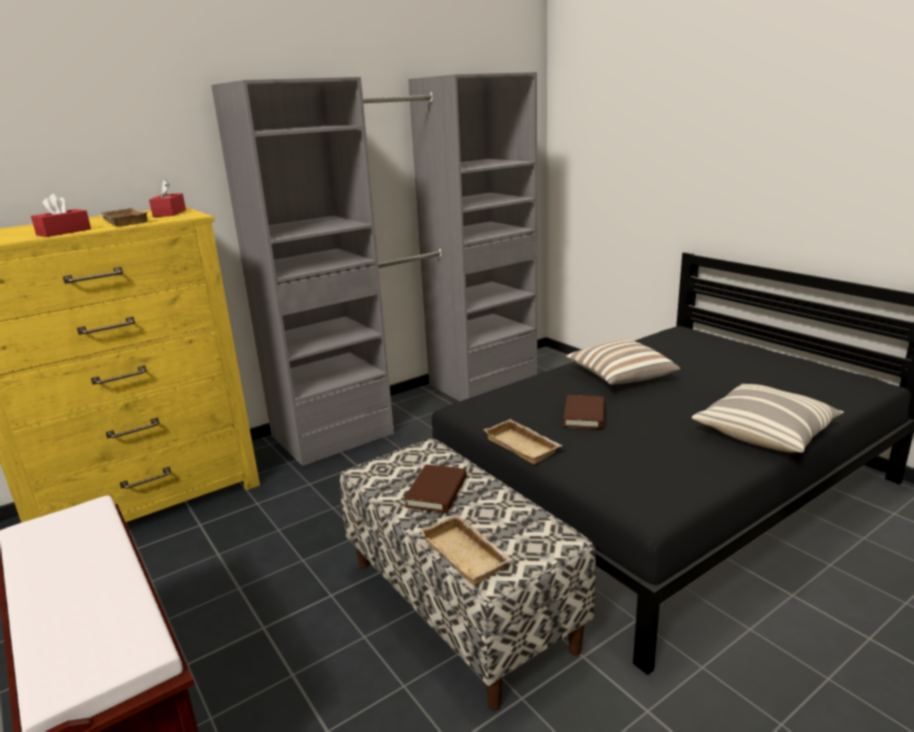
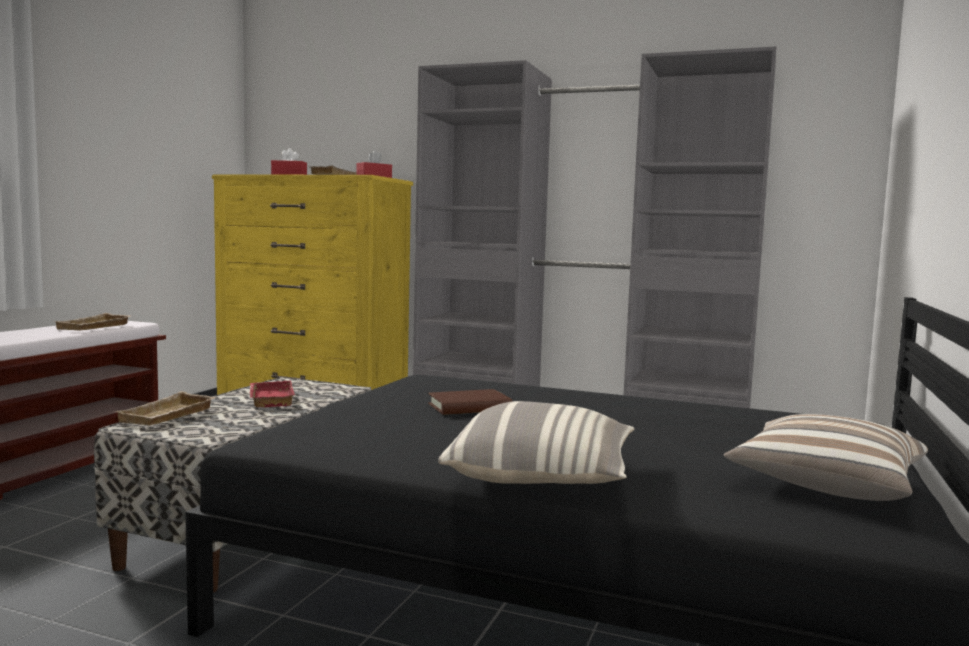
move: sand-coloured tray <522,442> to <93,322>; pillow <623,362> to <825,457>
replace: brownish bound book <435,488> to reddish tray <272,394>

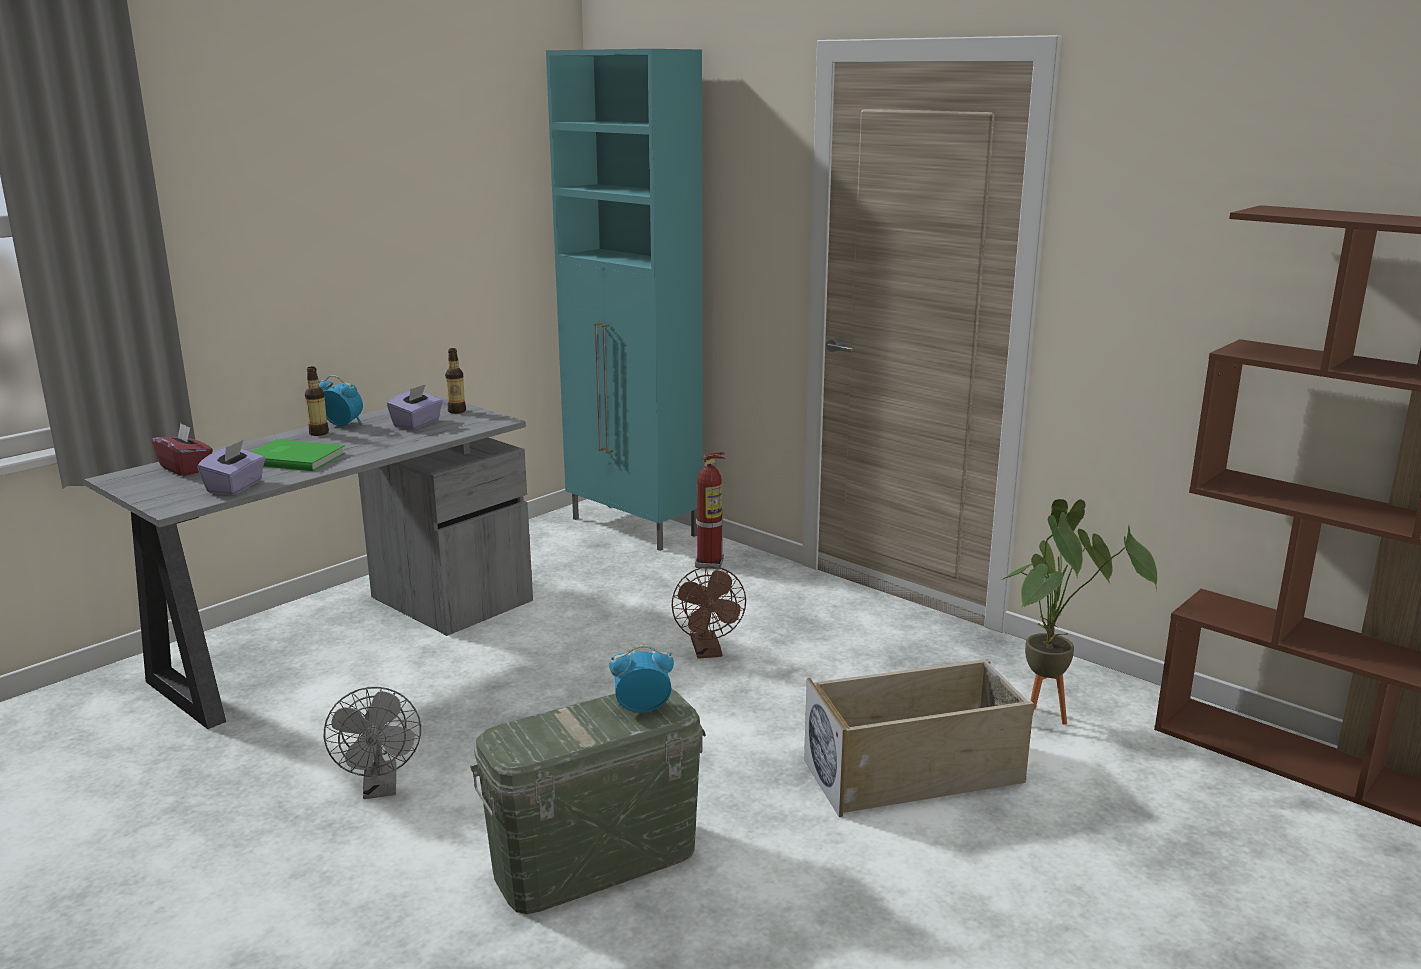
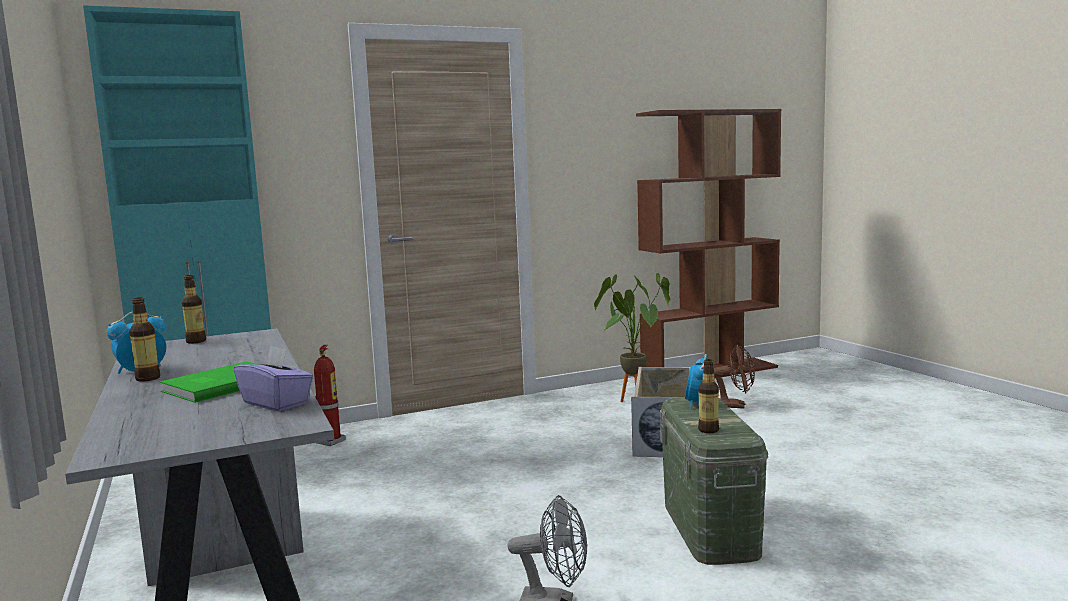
delete: reddish tissue box <182,449>; purple-coloured tissue box <415,407>
insert: bottle <708,396>
move: brownish fan <709,612> to <734,376>

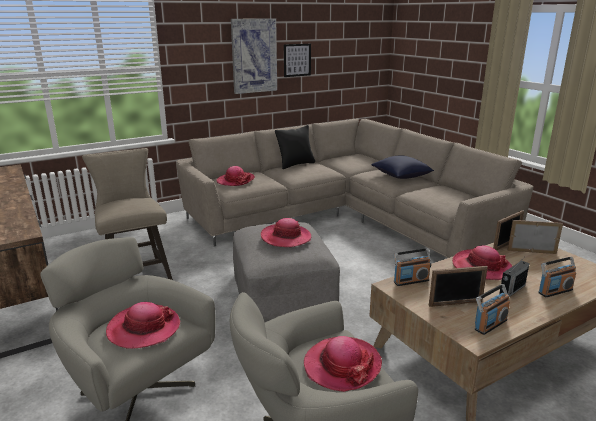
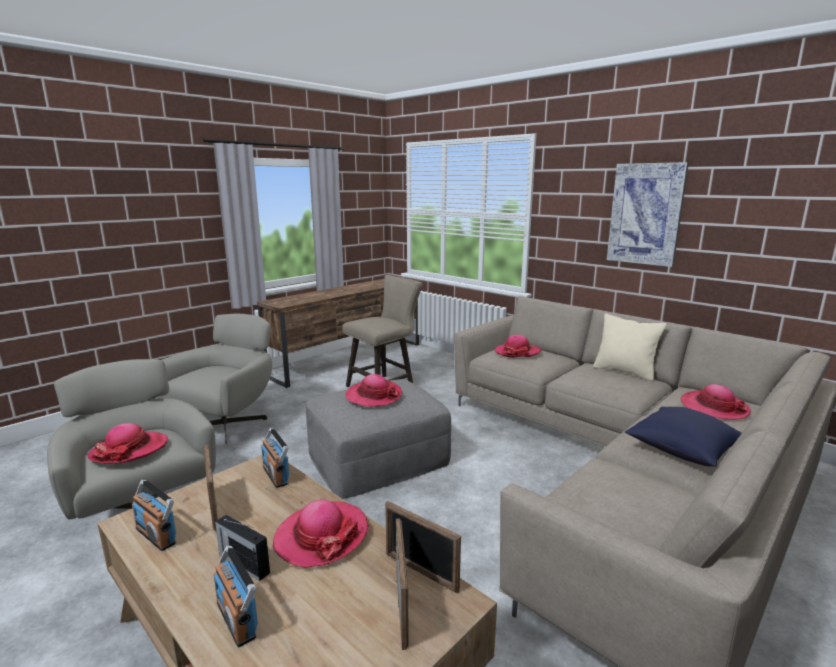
delete: wall art <297,60>
move: clothing hat <143,325> to <716,402>
recolor: black pillow <295,147> to sand-coloured pillow <630,347>

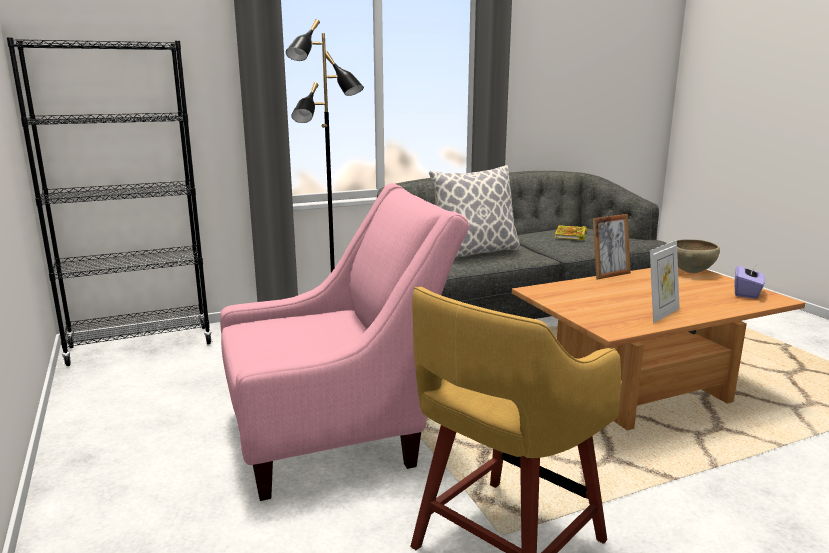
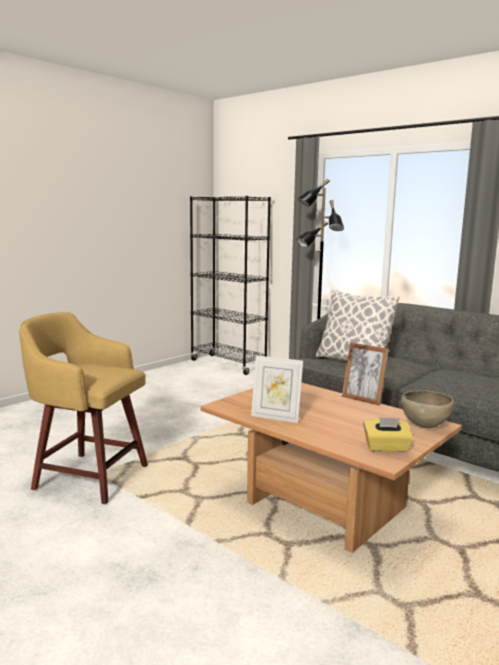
delete: pink lounge chair <345,342>; bound book <571,232>
recolor: purple-coloured tissue box <750,280> to yellow tissue box <388,435>

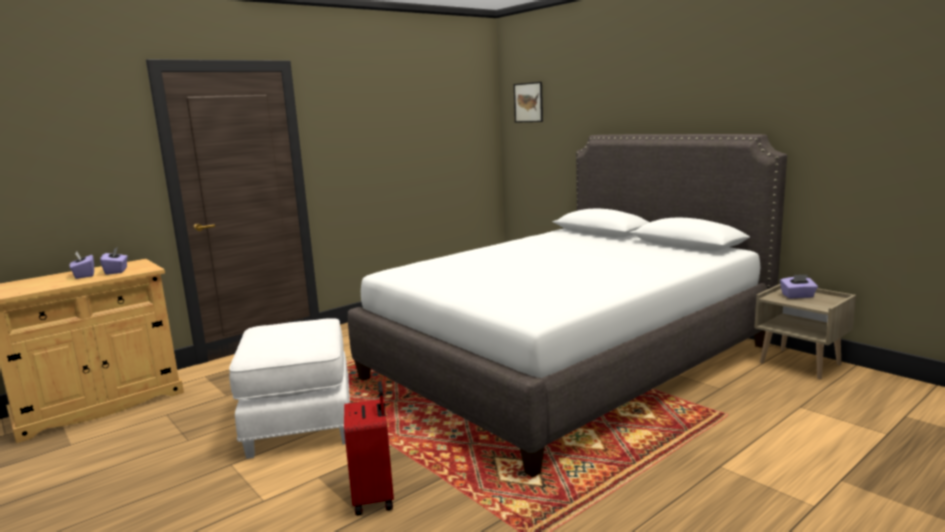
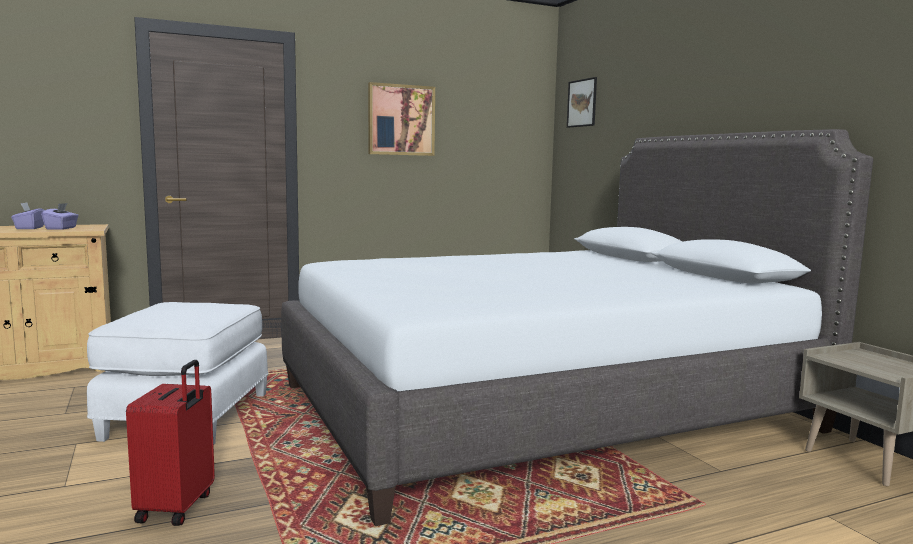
delete: purple-coloured tissue box <799,286>
insert: wall art <401,119>

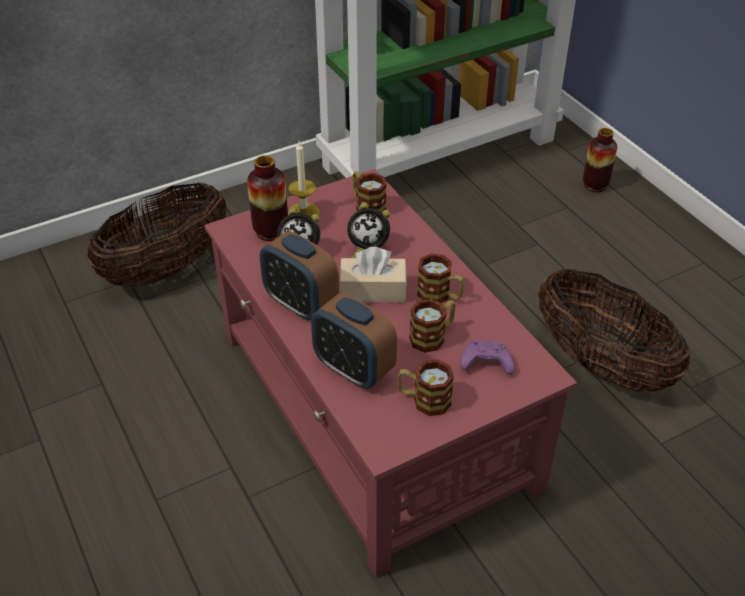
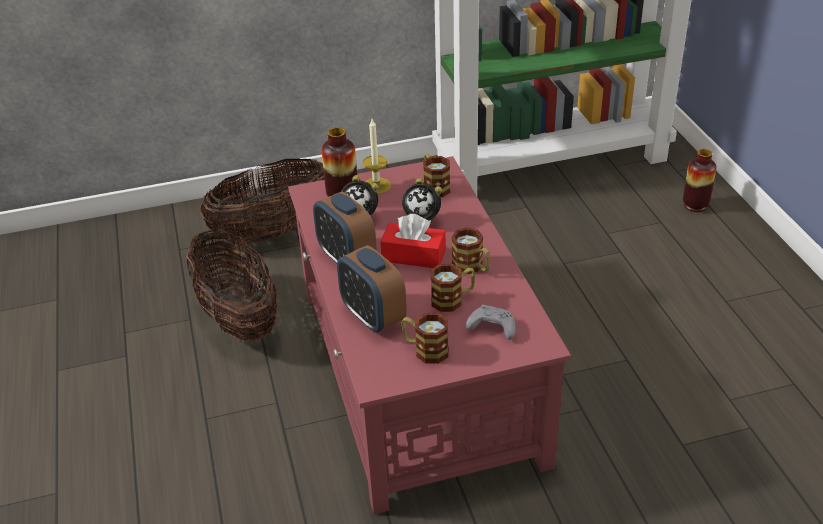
move: household basket <614,330> to <232,285>
recolor: sand-coloured tissue box <373,274> to reddish tissue box <413,241>; purple-coloured gamepad <487,357> to greyish gamepad <491,322>

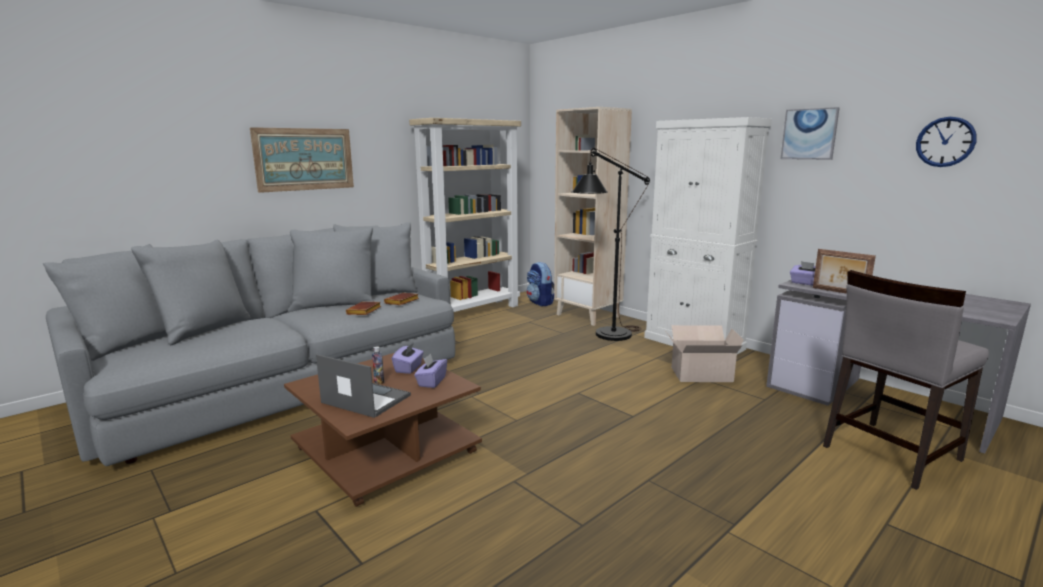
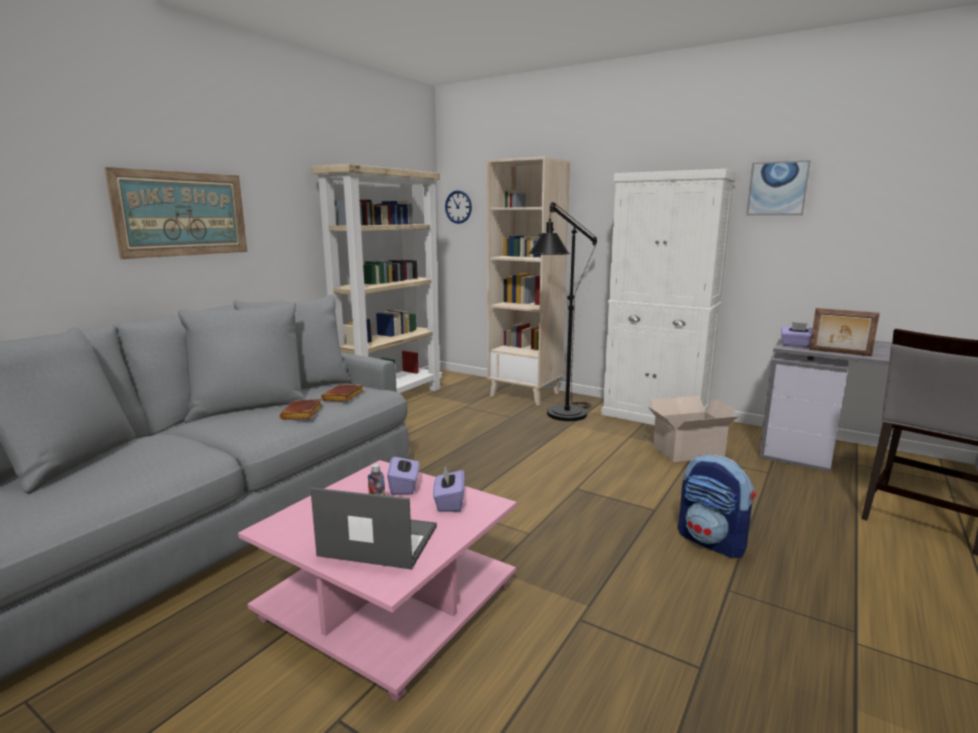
move: rucksack <540,284> to <717,506>; clock on the wall <946,142> to <458,207>
recolor: brownish low table <383,430> to pink low table <377,580>

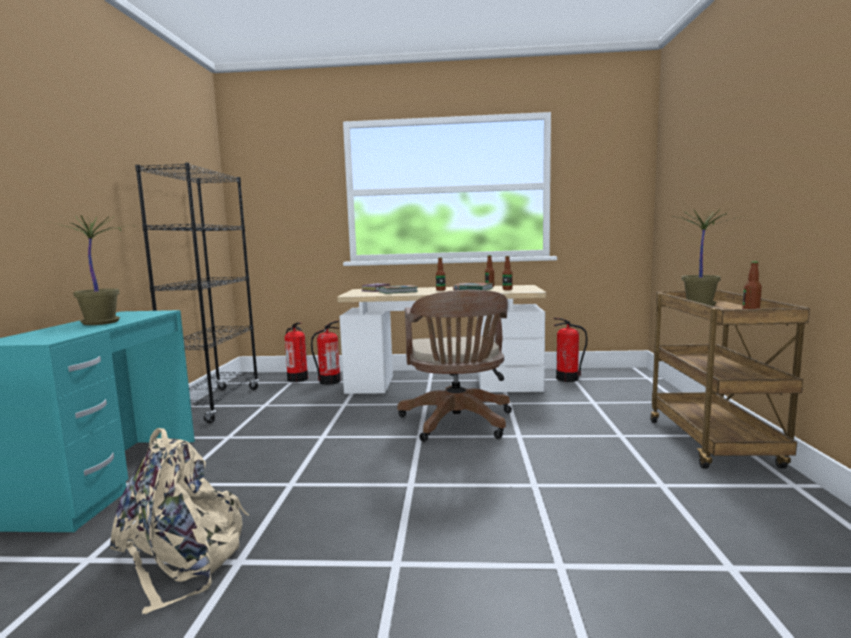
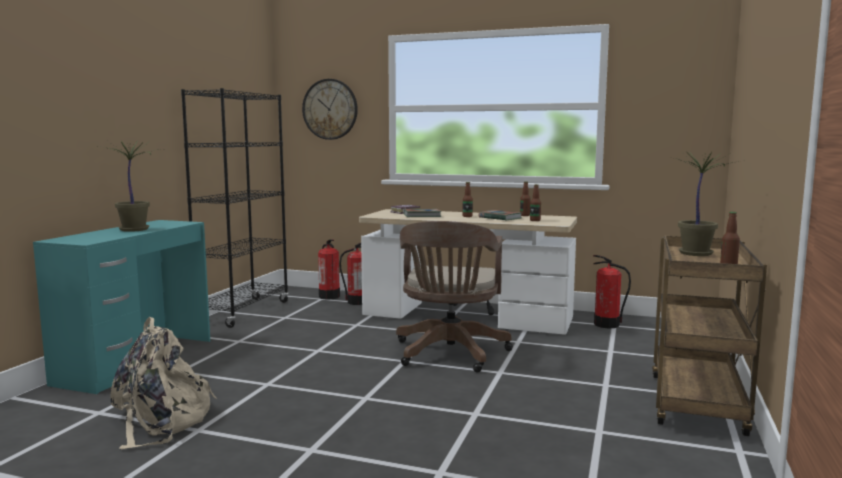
insert: clock on the wall <330,109>

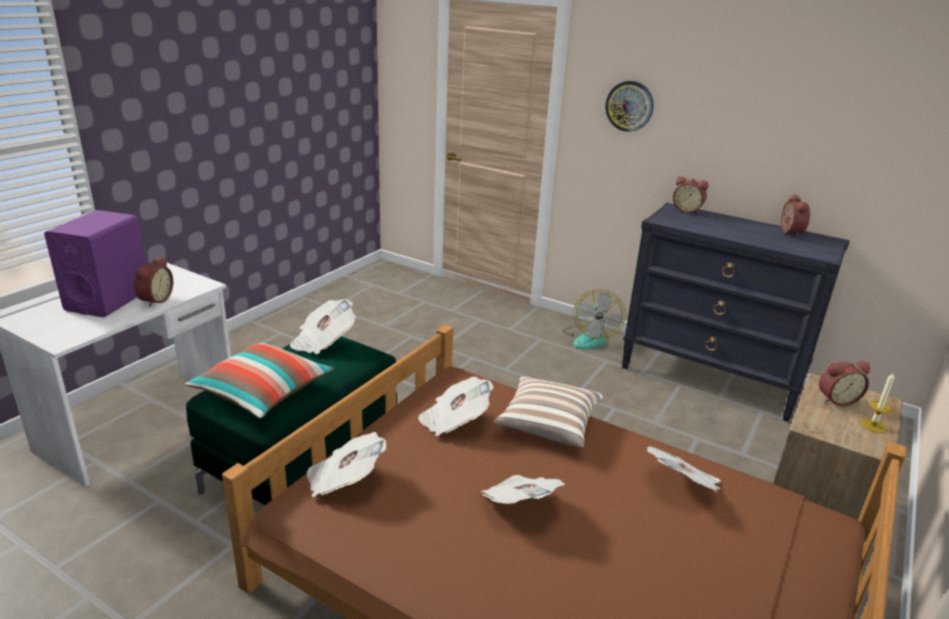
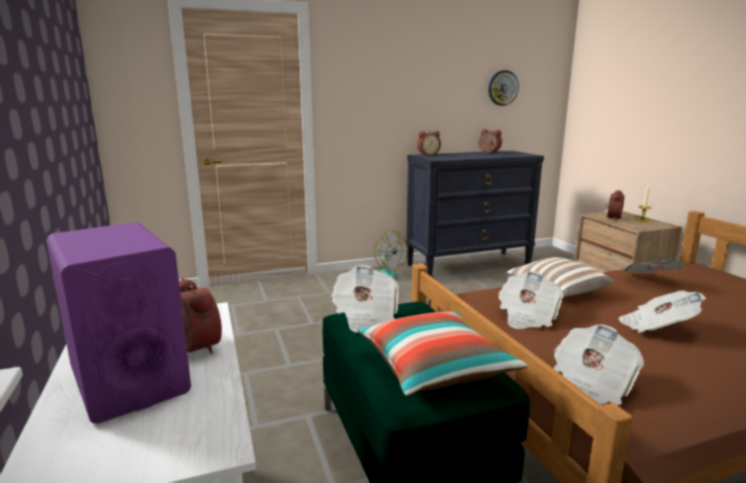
move: clock on the wall <629,106> to <503,88>

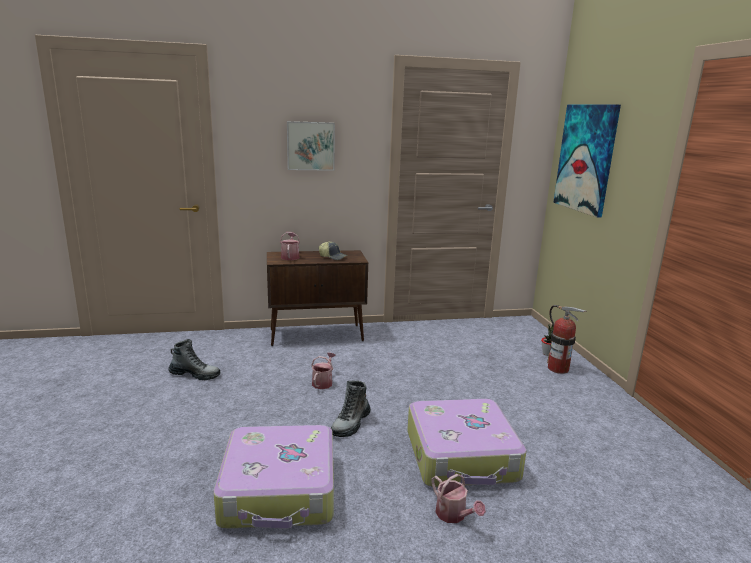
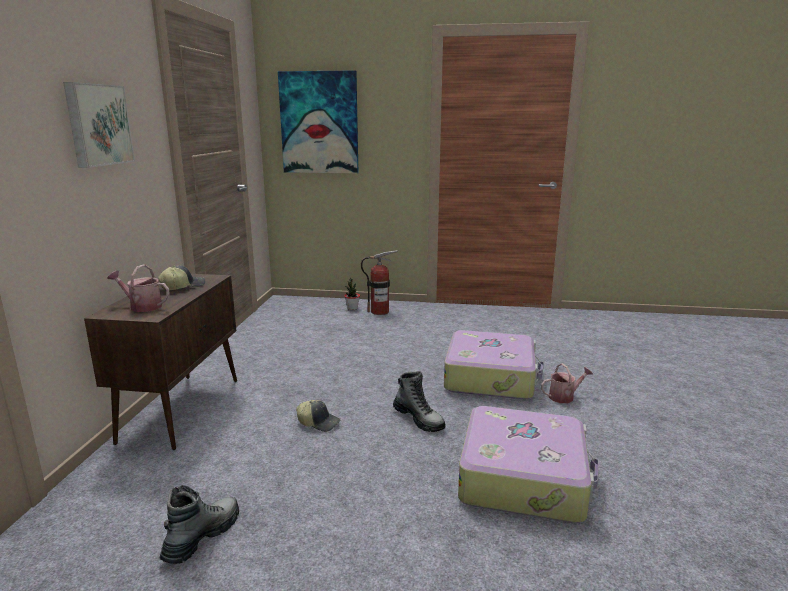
replace: watering pot <323,370> to peaked cap <318,416>

